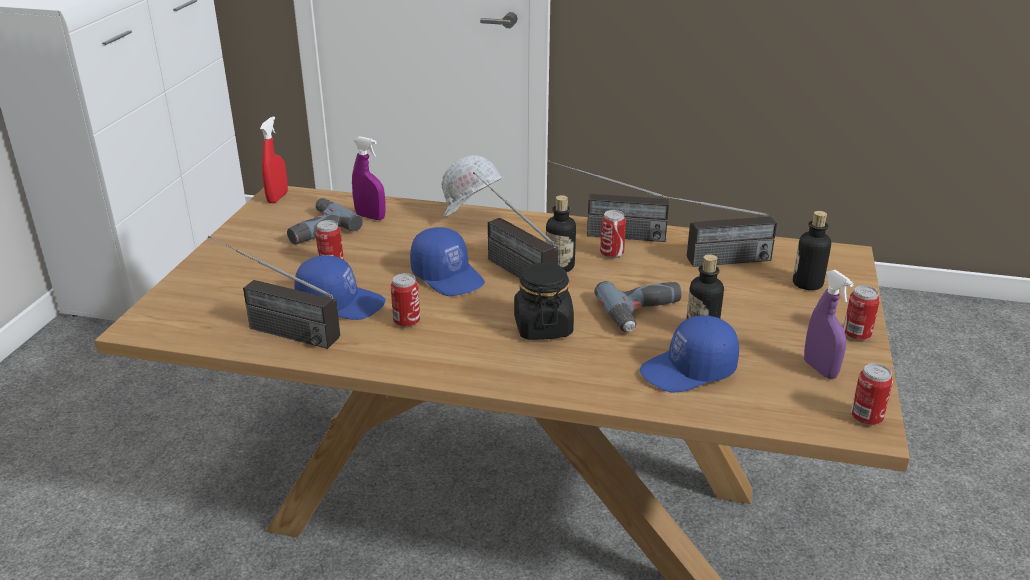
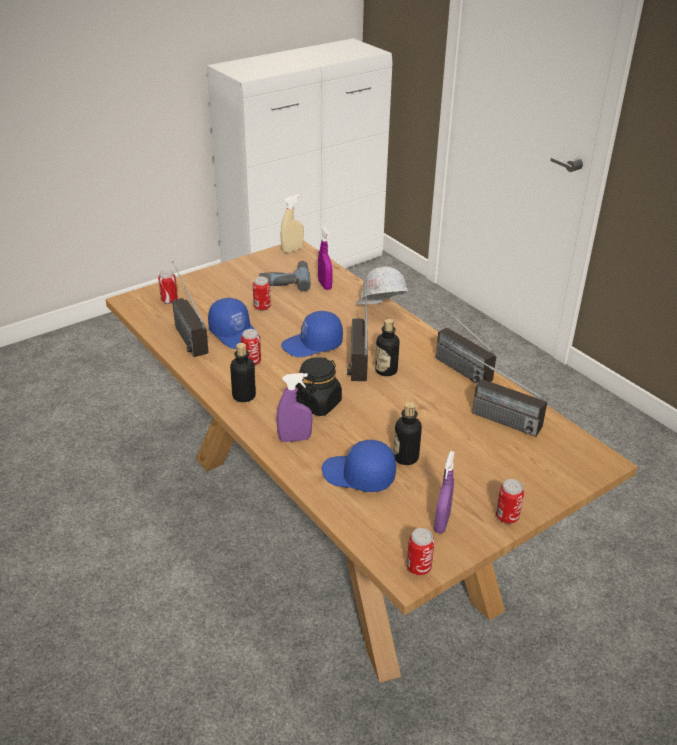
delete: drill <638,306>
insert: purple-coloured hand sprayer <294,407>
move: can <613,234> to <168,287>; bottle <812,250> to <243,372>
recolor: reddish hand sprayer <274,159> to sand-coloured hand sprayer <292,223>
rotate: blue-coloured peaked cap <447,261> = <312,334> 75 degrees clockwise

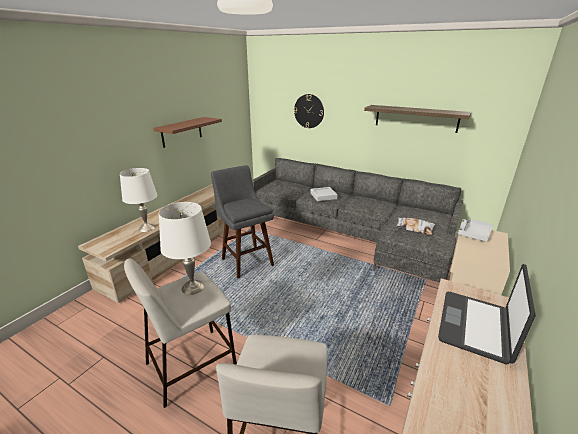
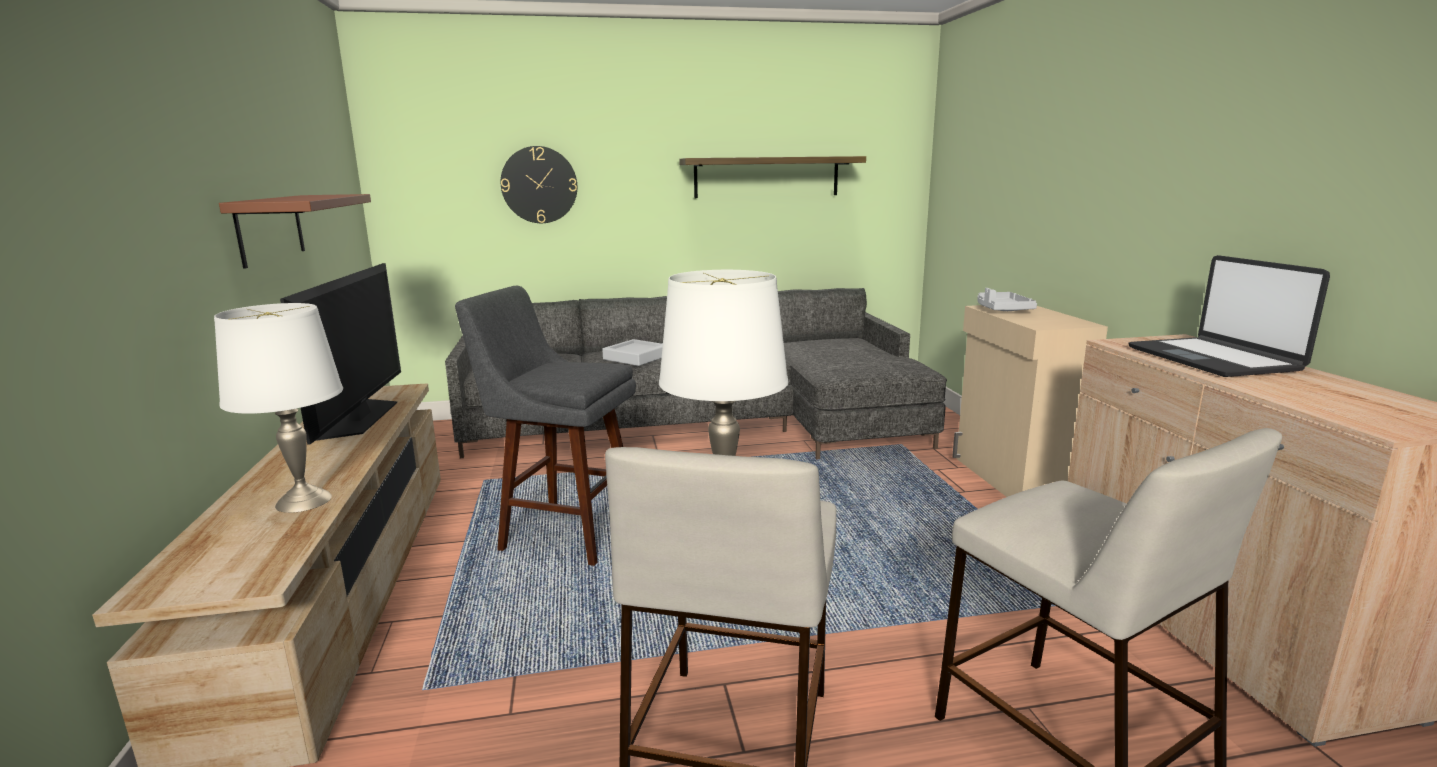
delete: pillow <415,226>
insert: TV set <340,354>

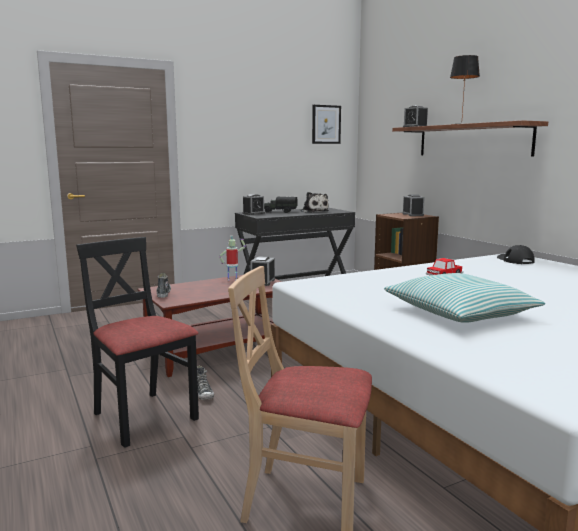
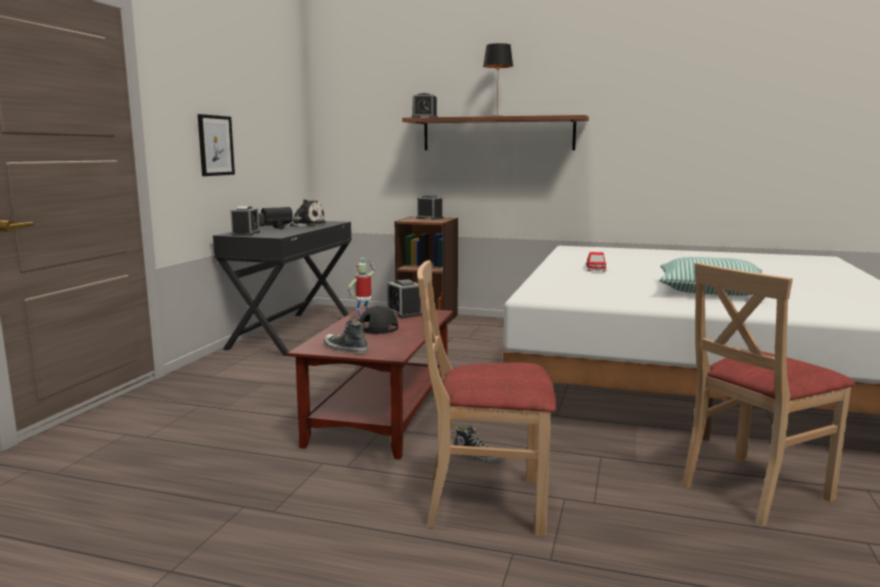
move: wall art <326,124> to <216,145>; black peaked cap <516,254> to <372,320>
recolor: black chair <137,342> to sand-coloured chair <486,398>

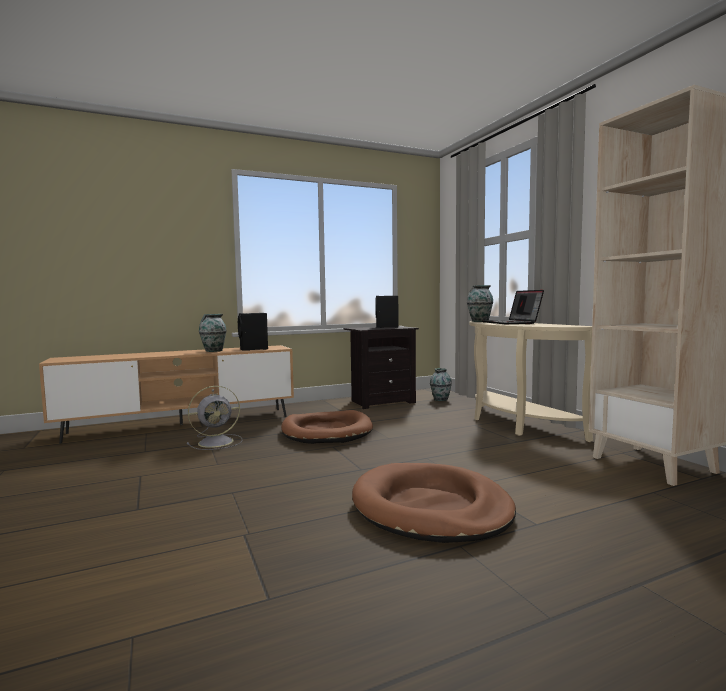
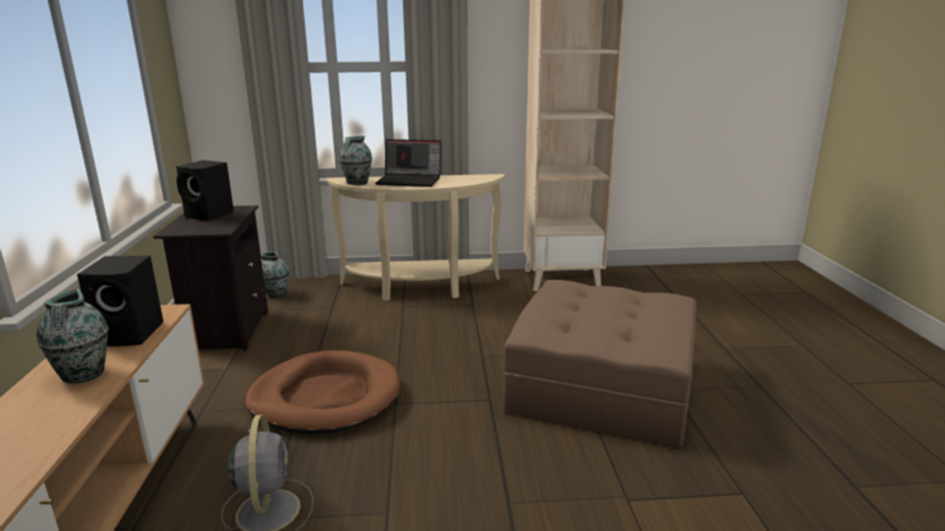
replace: brownish pet bed <434,503> to brownish pouffe <599,363>

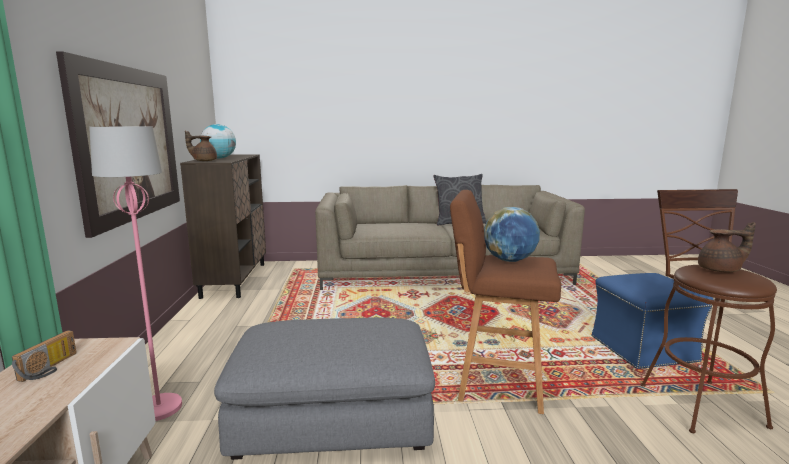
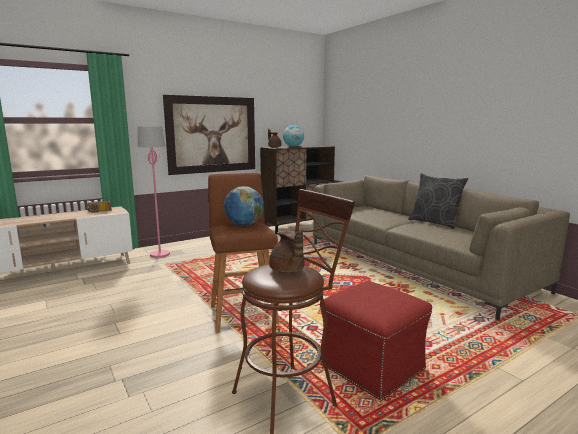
delete: greyish pouffe <324,388>
recolor: blue-coloured pouffe <652,321> to reddish pouffe <376,341>

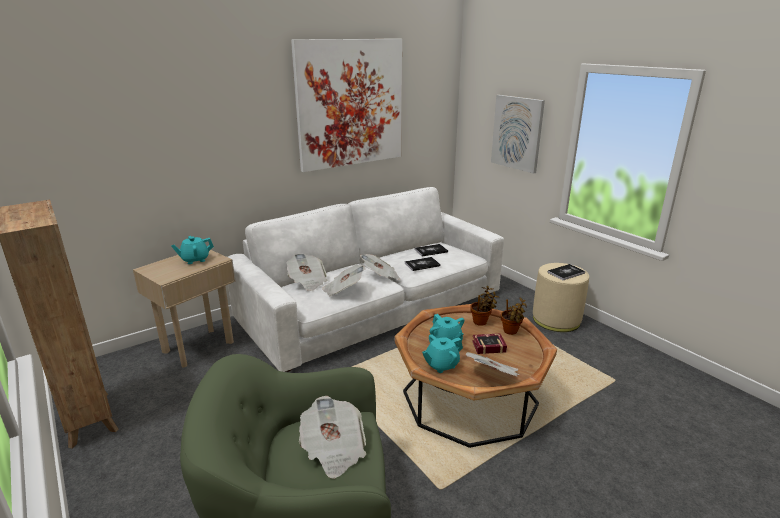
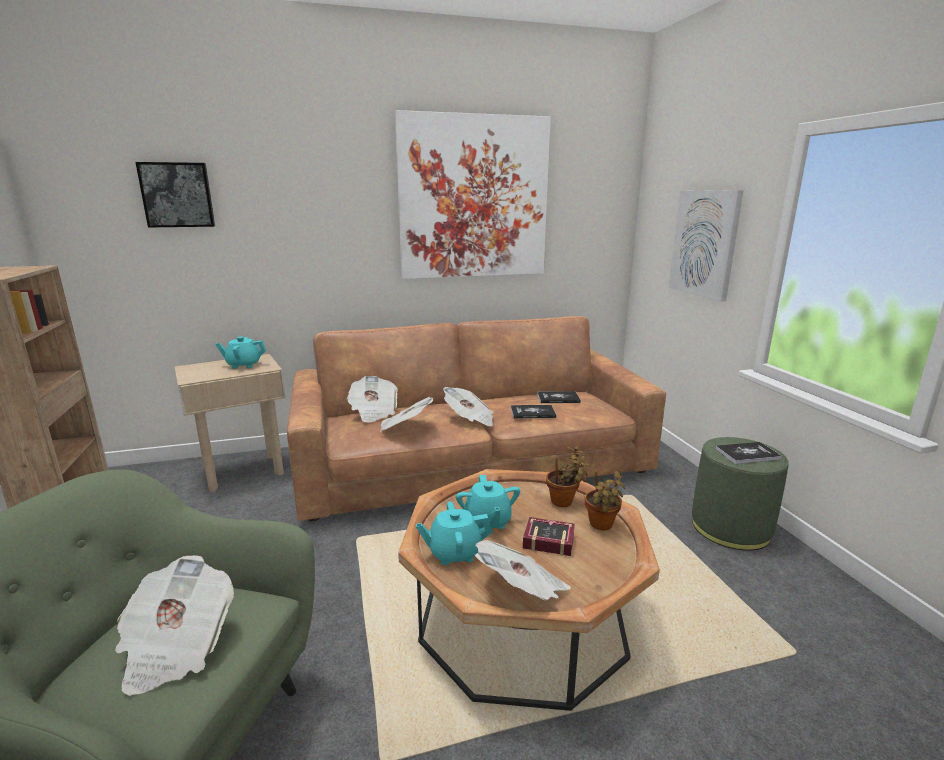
insert: wall art <175,195>
recolor: whitish settee <366,279> to brownish settee <476,418>; sand-coloured pouffe <561,297> to green pouffe <740,494>

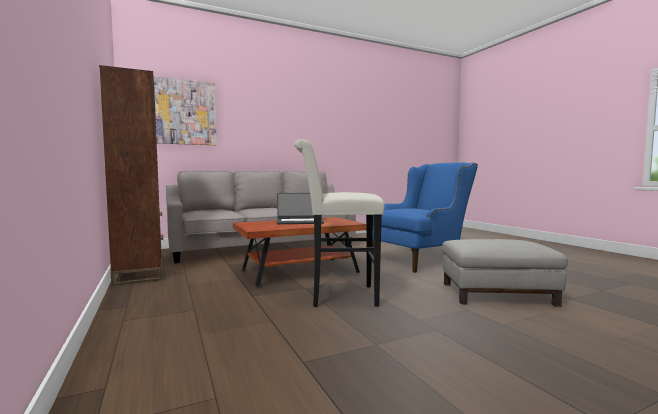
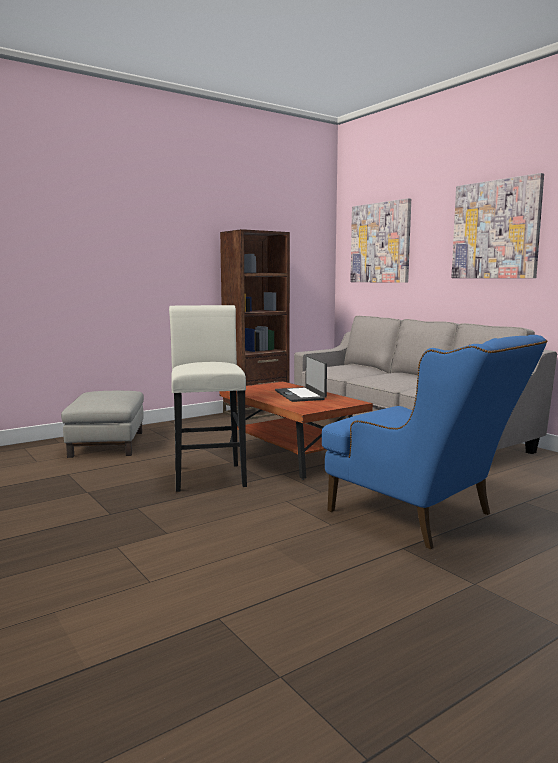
insert: wall art <497,225>
move: greyish pouffe <505,273> to <102,424>

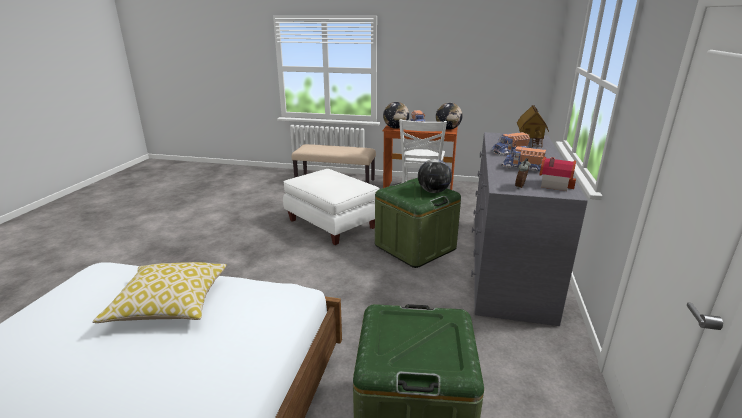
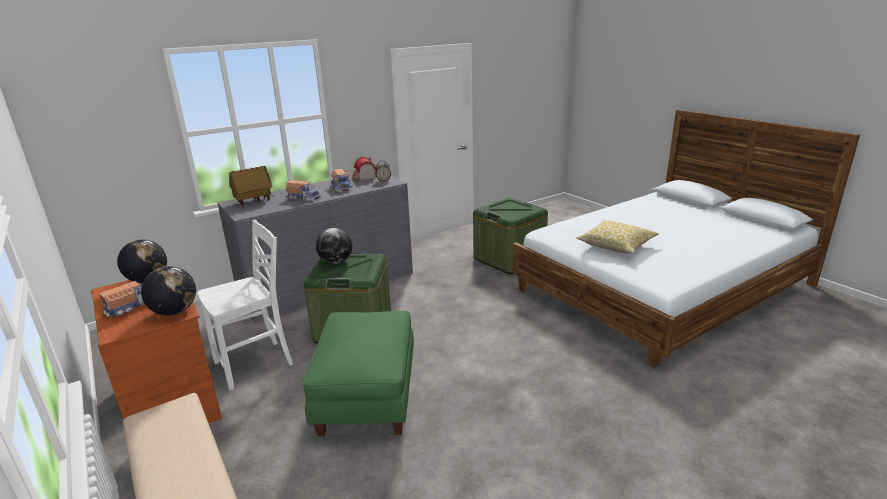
recolor: whitish pouffe <331,207> to green pouffe <358,373>

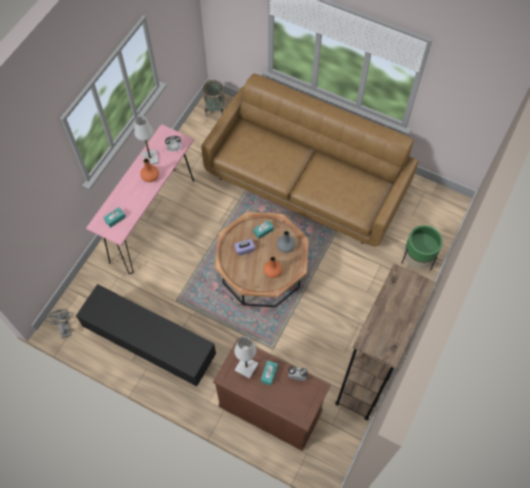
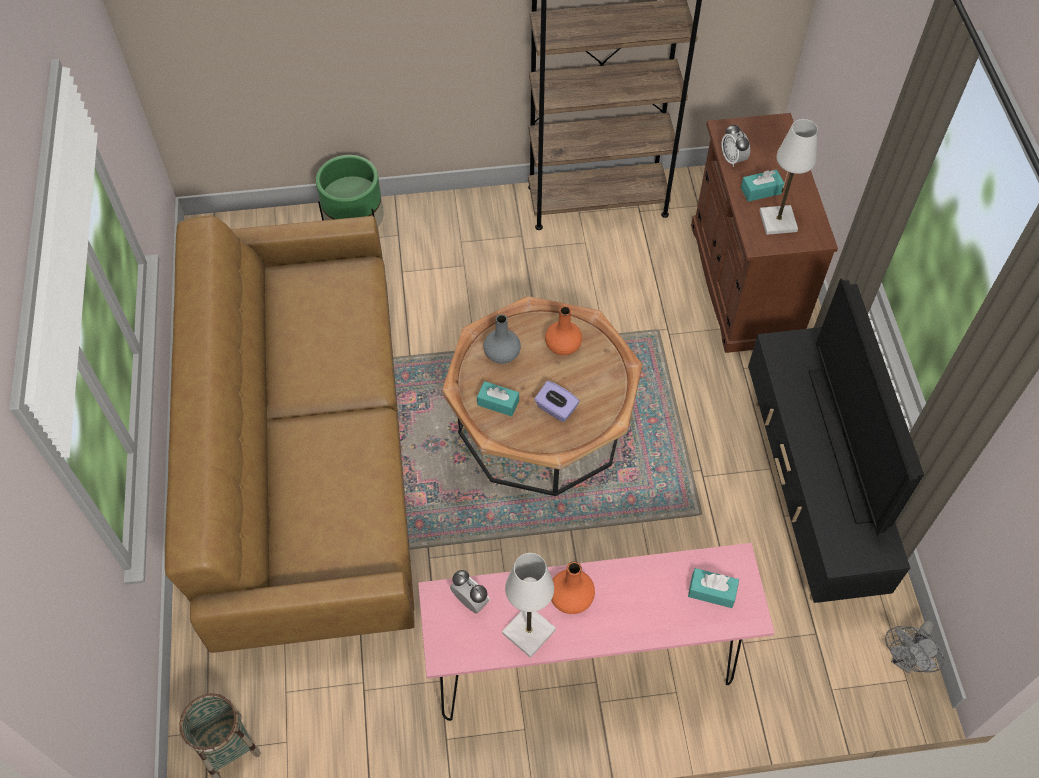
insert: TV set <866,407>

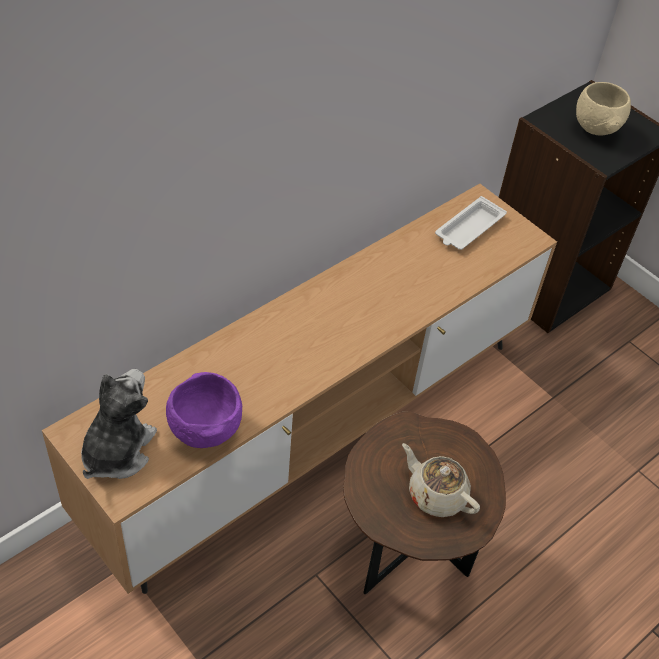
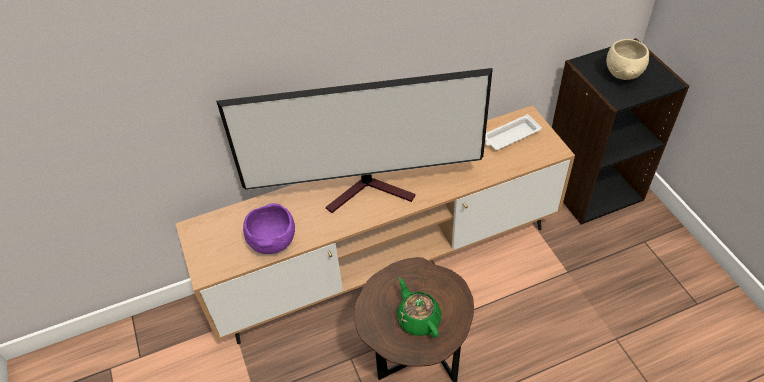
delete: cuddly toy <119,424>
insert: TV set <354,140>
recolor: sand-coloured teapot <441,480> to green teapot <419,308>

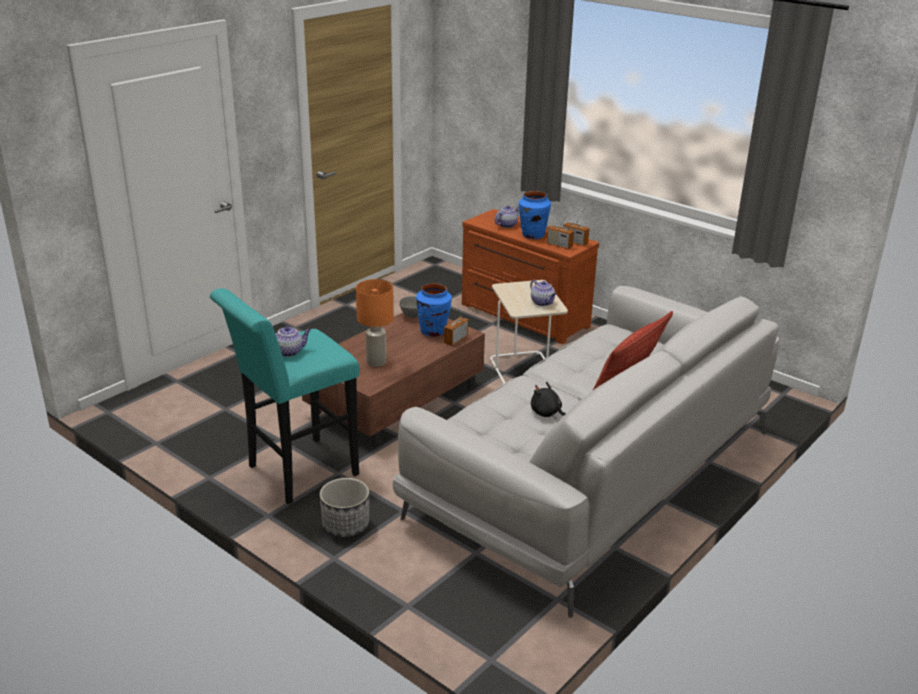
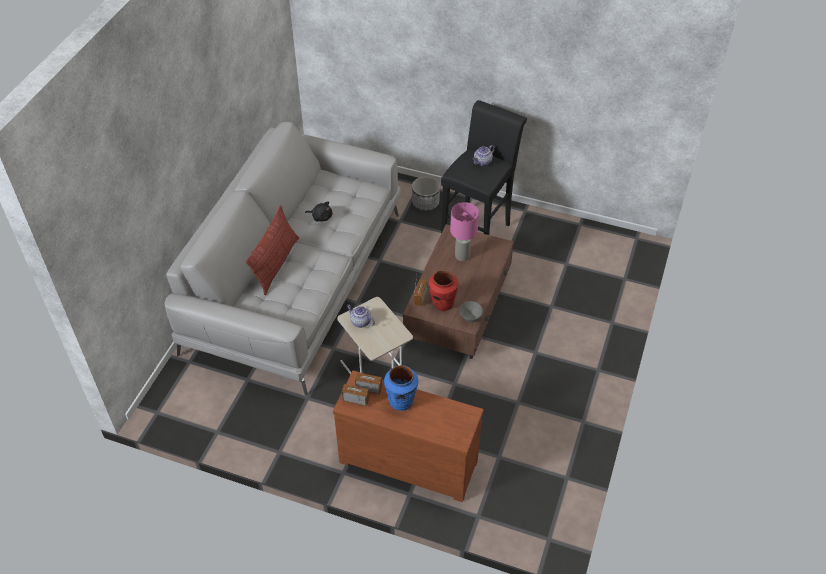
delete: teapot <507,216>
recolor: blue-green stool seat <284,396> to black stool seat <484,167>; orange tabletop lamp <375,323> to pink tabletop lamp <464,231>; blue-coloured decorative vase <434,310> to reddish decorative vase <443,290>

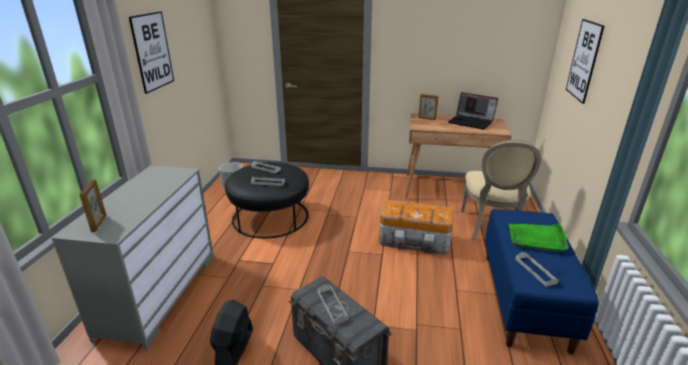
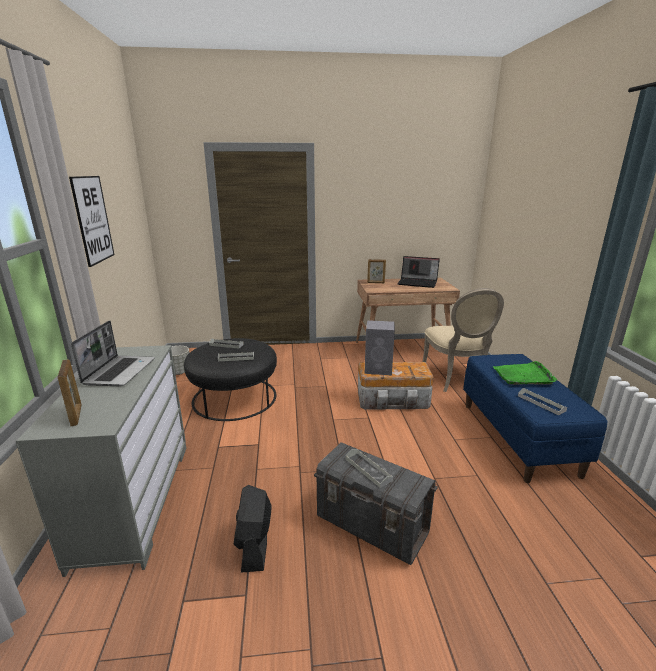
delete: wall art <585,61>
insert: notebook computer <113,353>; greyish audio speaker <379,347>

